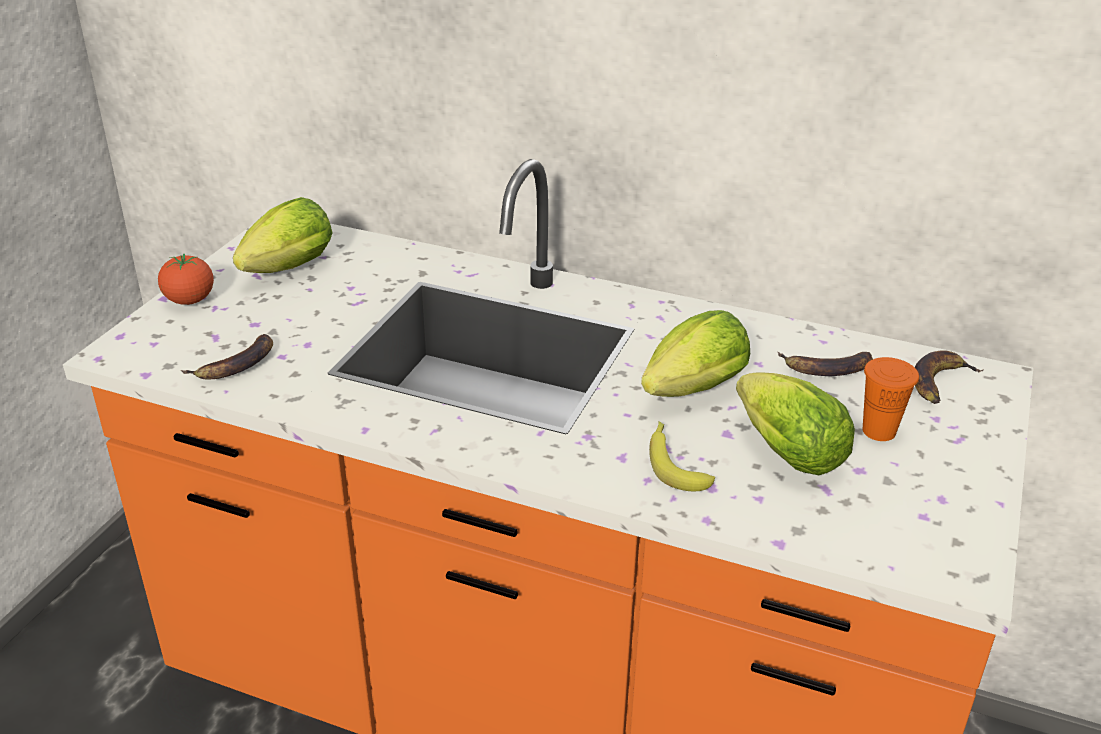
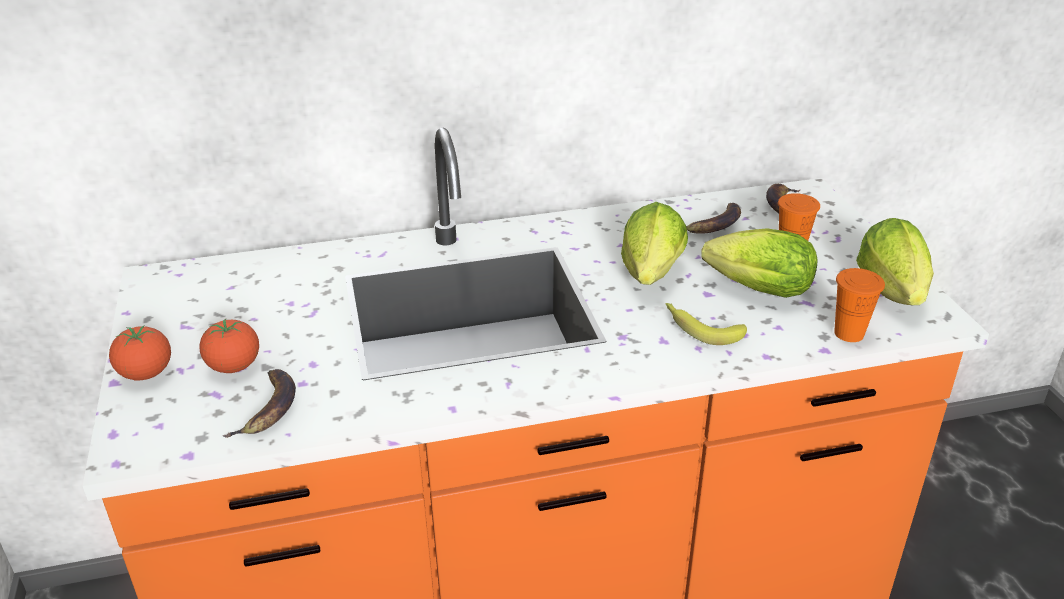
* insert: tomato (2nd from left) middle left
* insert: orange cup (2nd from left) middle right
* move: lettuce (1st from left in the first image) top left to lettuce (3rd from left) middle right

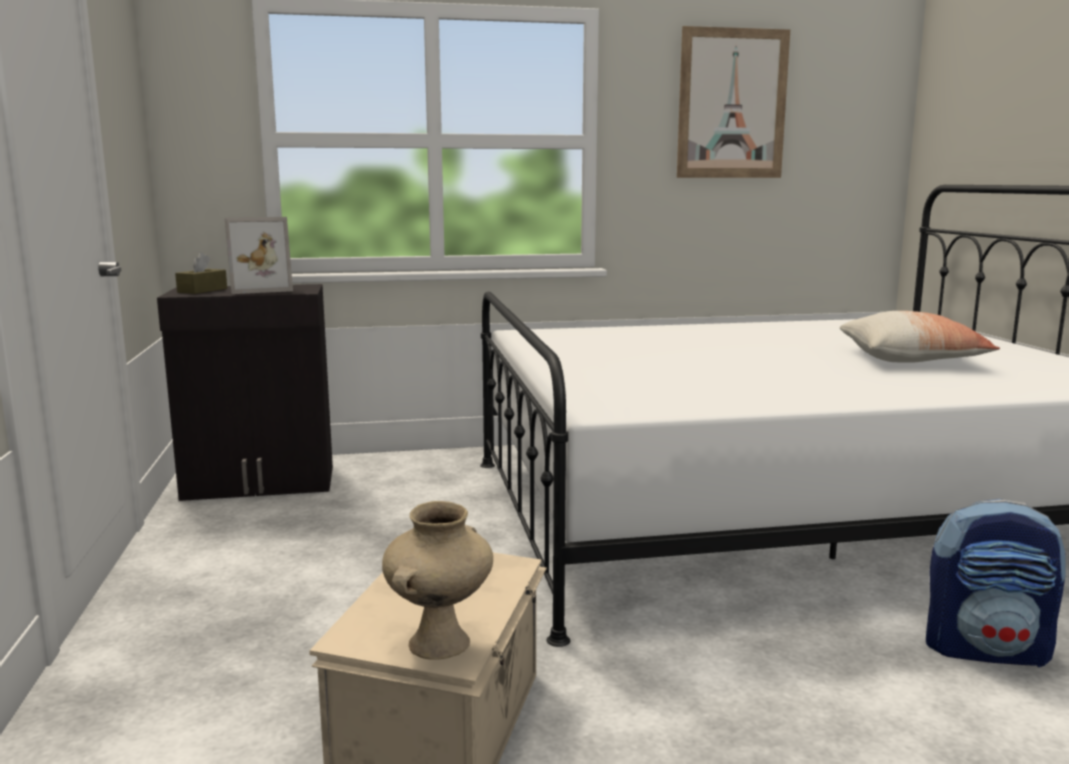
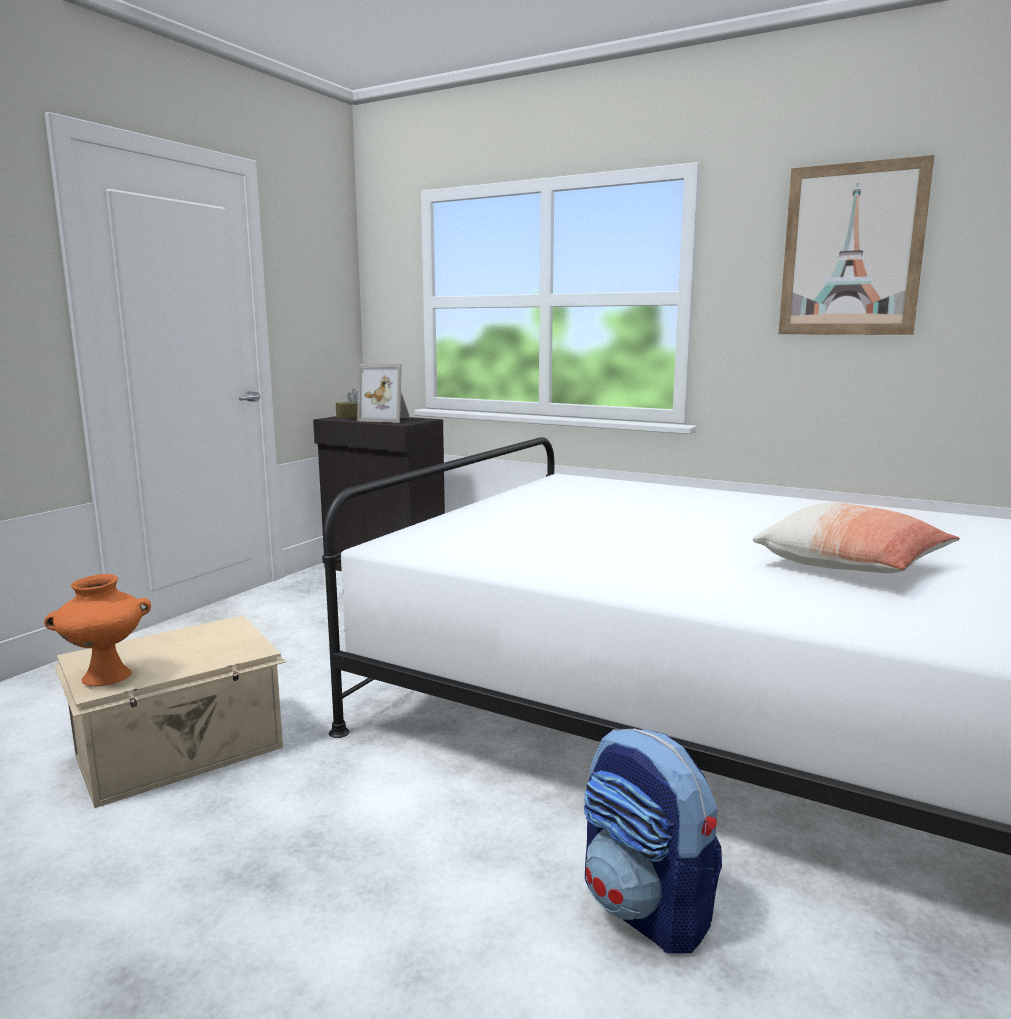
* recolor: beige vase bottom centre to orange vase middle left

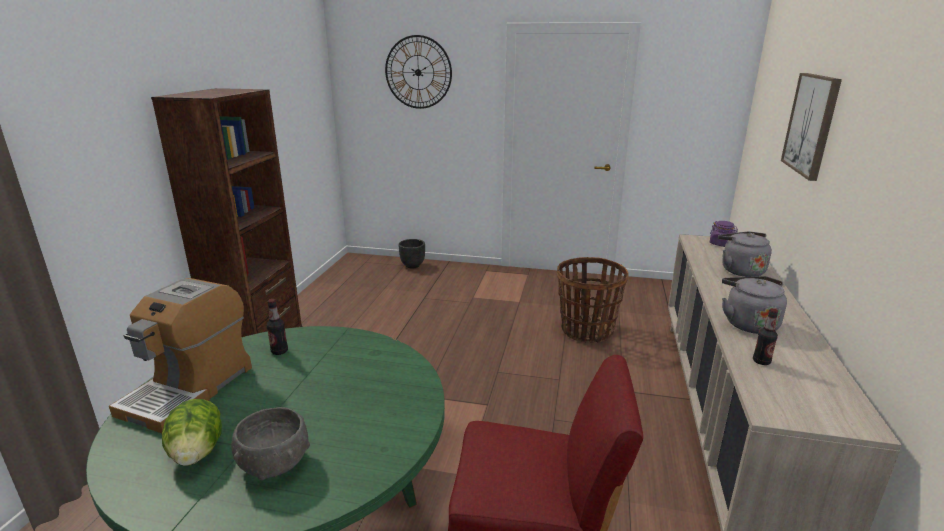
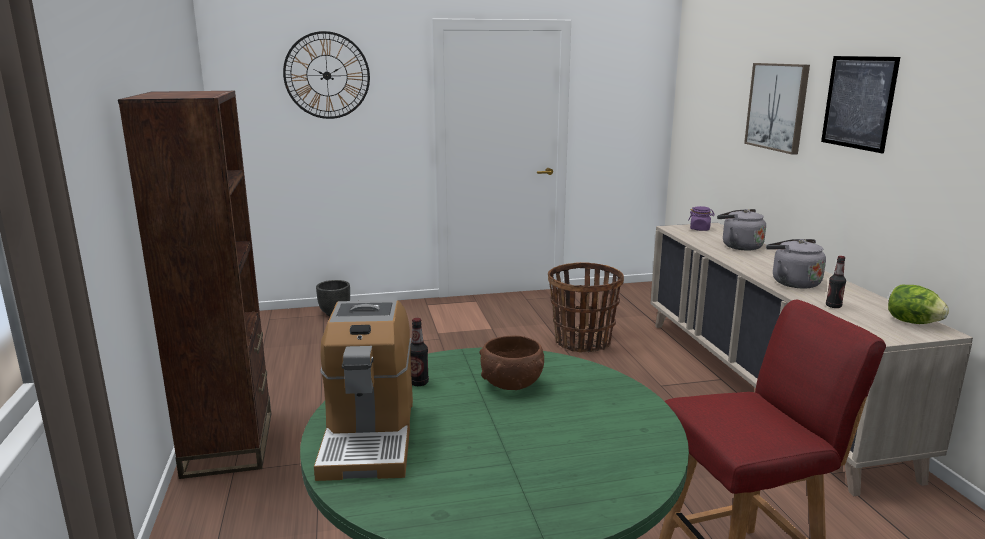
* delete: grey bowl bottom left
* insert: brown bowl bottom centre
* insert: picture (2nd from left) top right
* move: lettuce bottom left to middle right

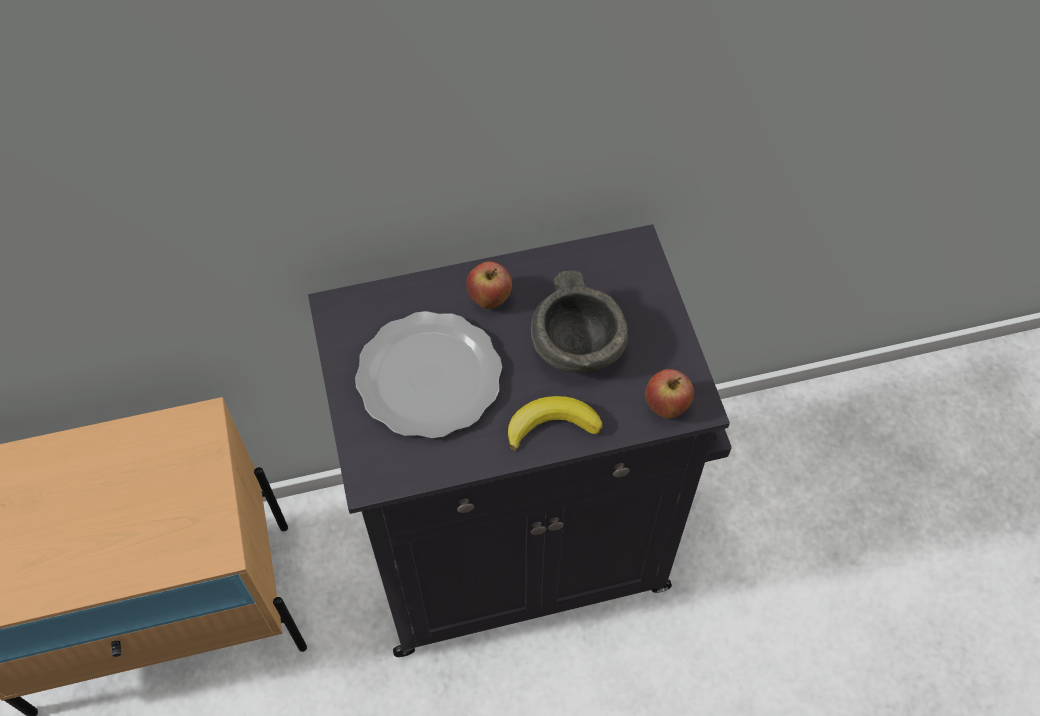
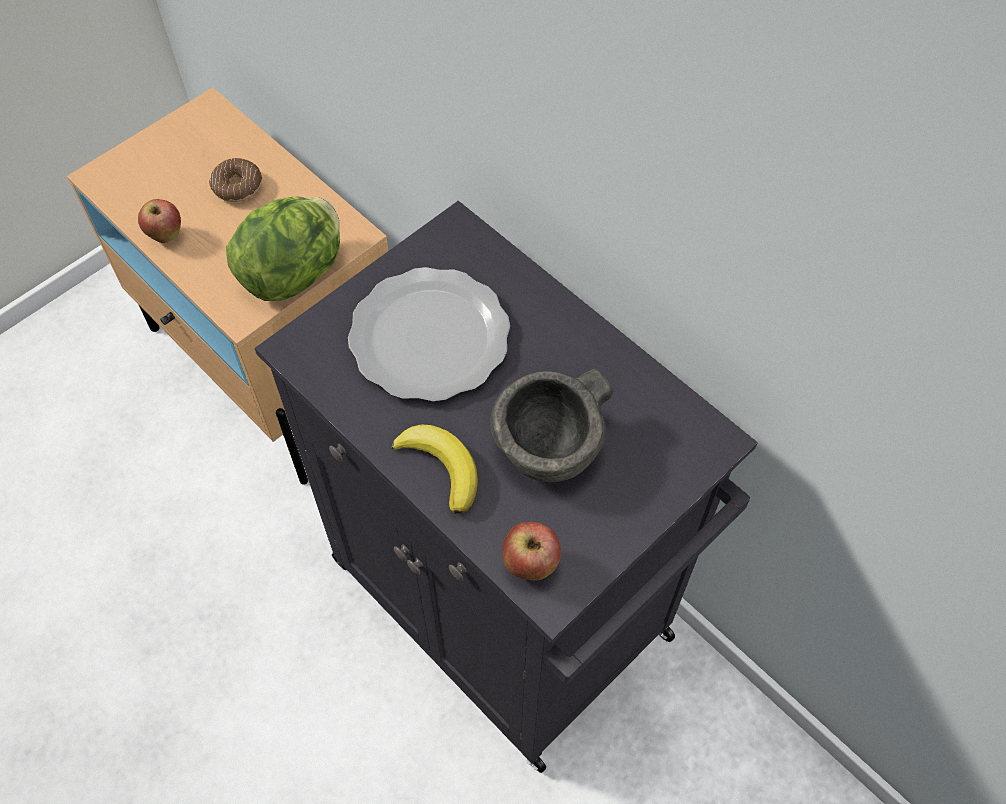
* insert: donut top left
* insert: lettuce top left
* move: apple (1st from left) centre to top left

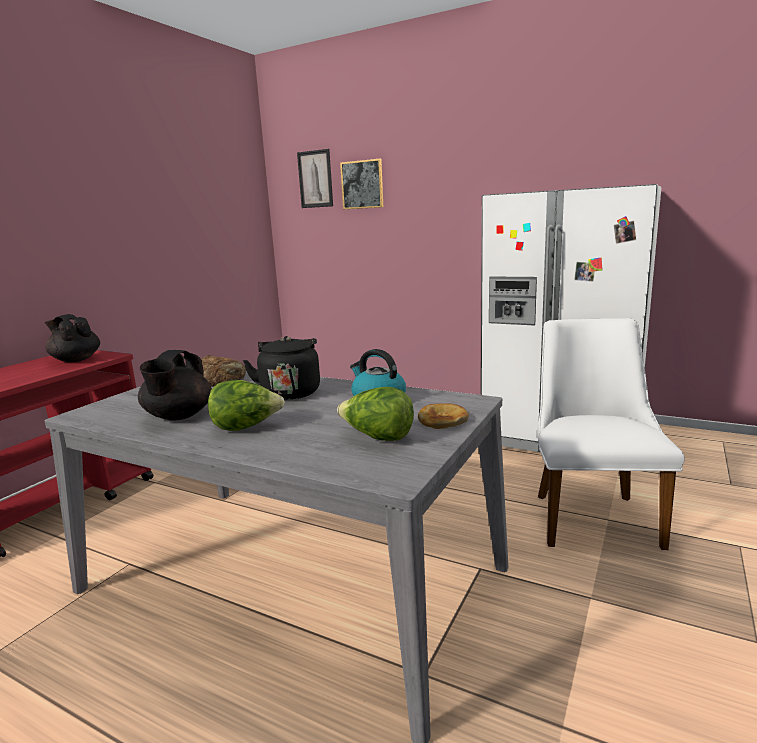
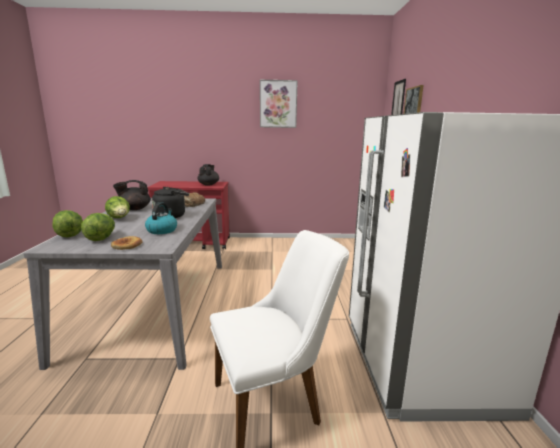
* insert: lettuce (1st from left) middle left
* insert: picture (1st from left) top centre

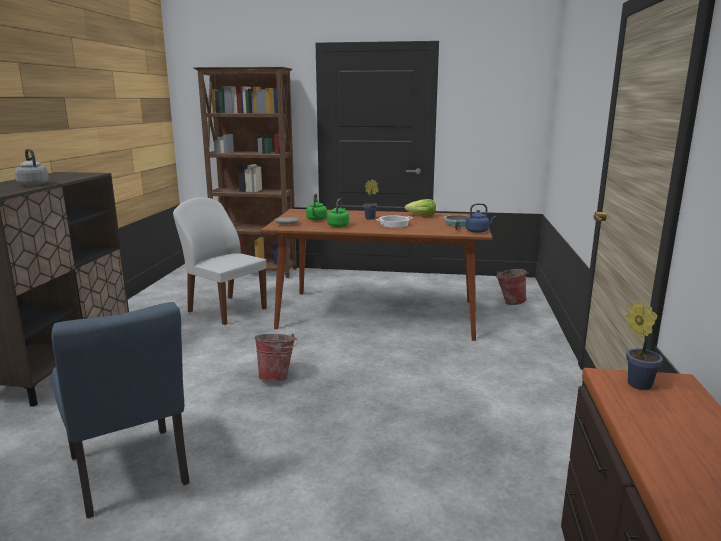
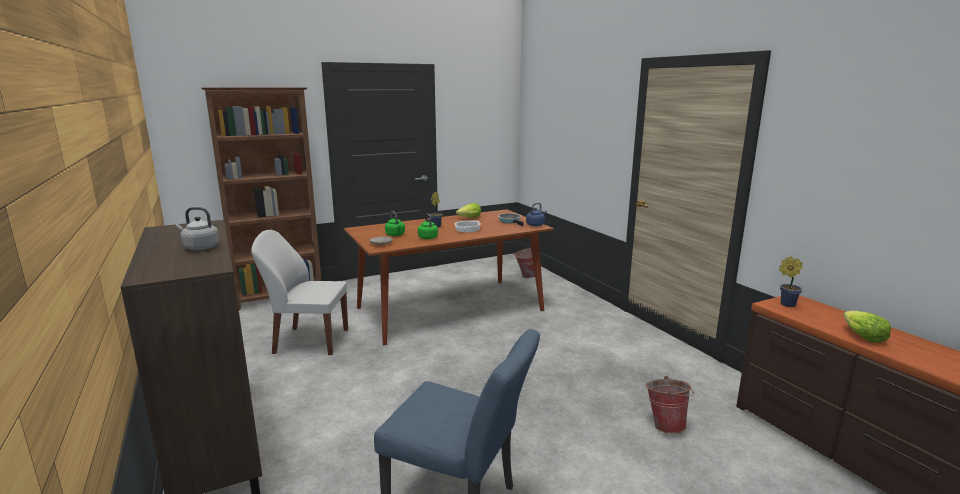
* insert: lettuce (2nd from left) middle right
* move: bucket (1st from left in the first image) centre to bucket (2nd from left) bottom right

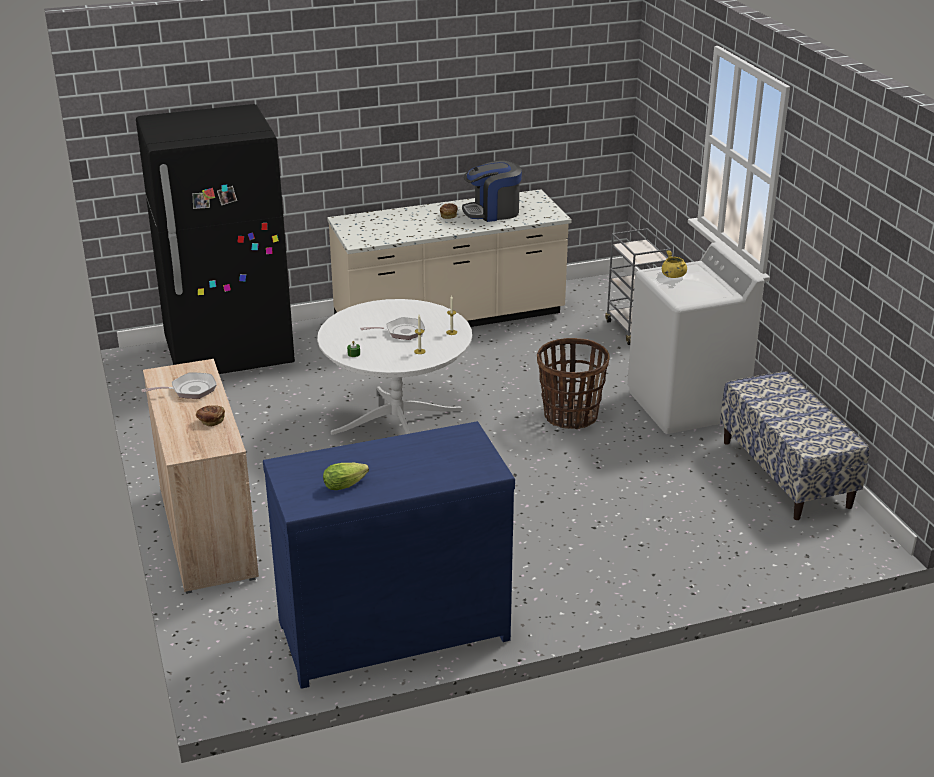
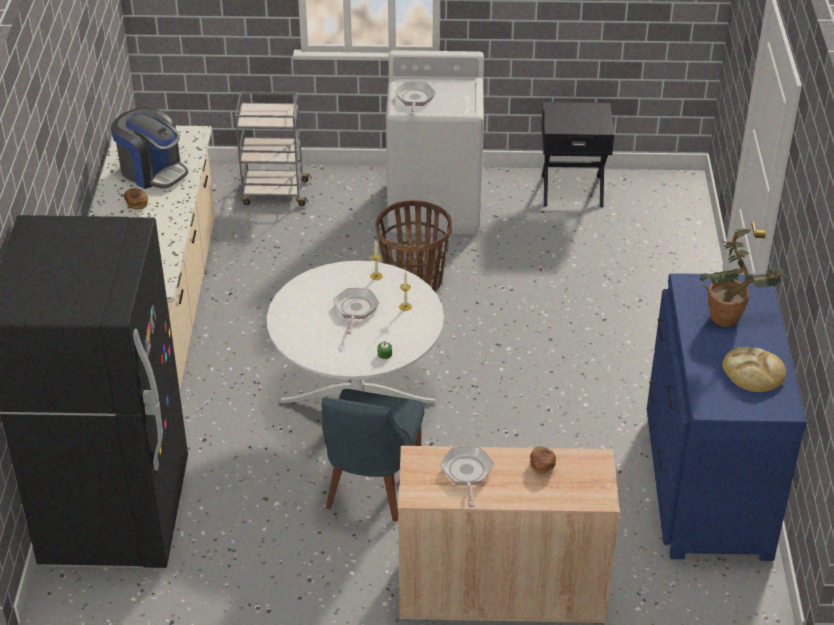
* insert: blue chair bottom centre
* insert: potted plant middle right
* replace: lettuce centre to bread (3rd from left) middle right
* replace: yellow cooking pot middle right to frying pan (2nd from left) top centre
* replace: bench middle right to black nightstand top right
* rotate: coffee machine top centre = top left 60 degrees counterclockwise

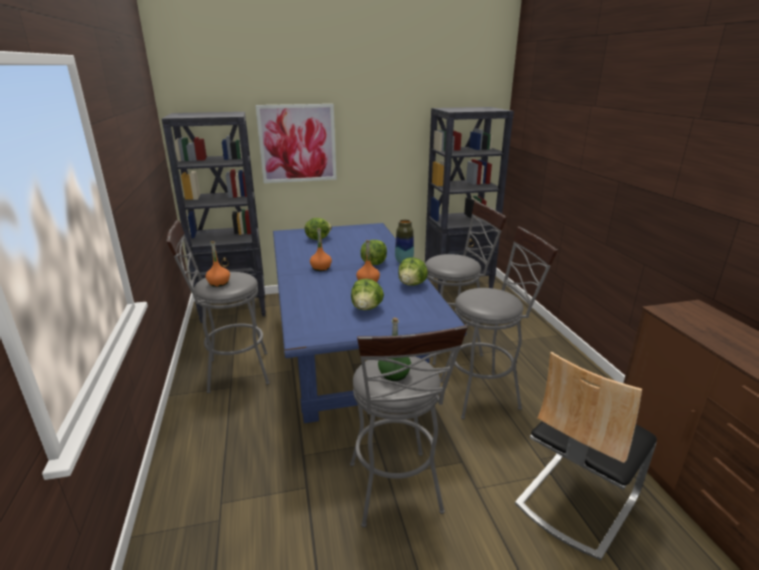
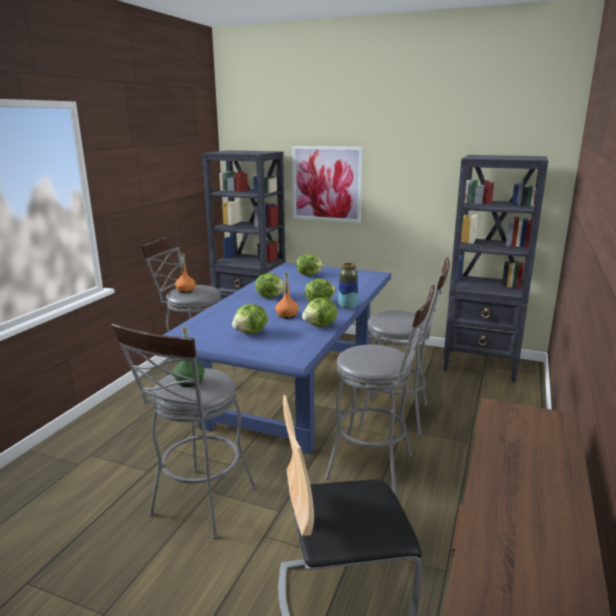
* replace: orange bottle (2nd from left) centre to lettuce (2nd from left) centre

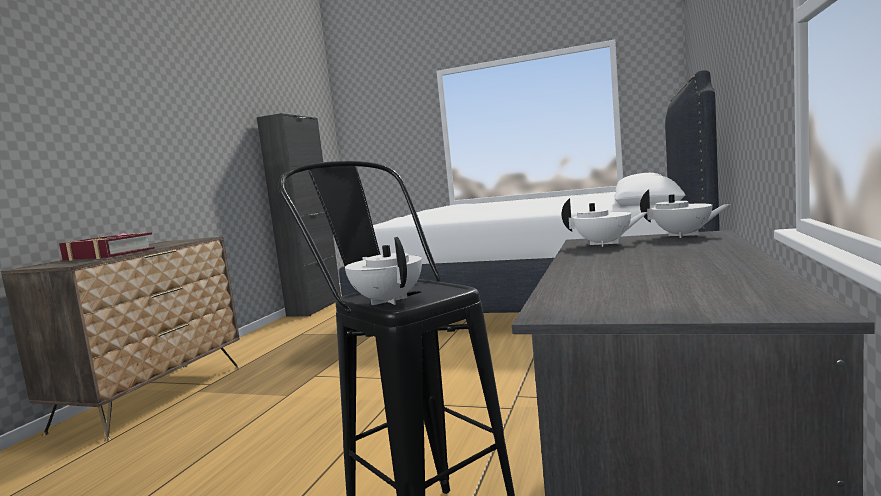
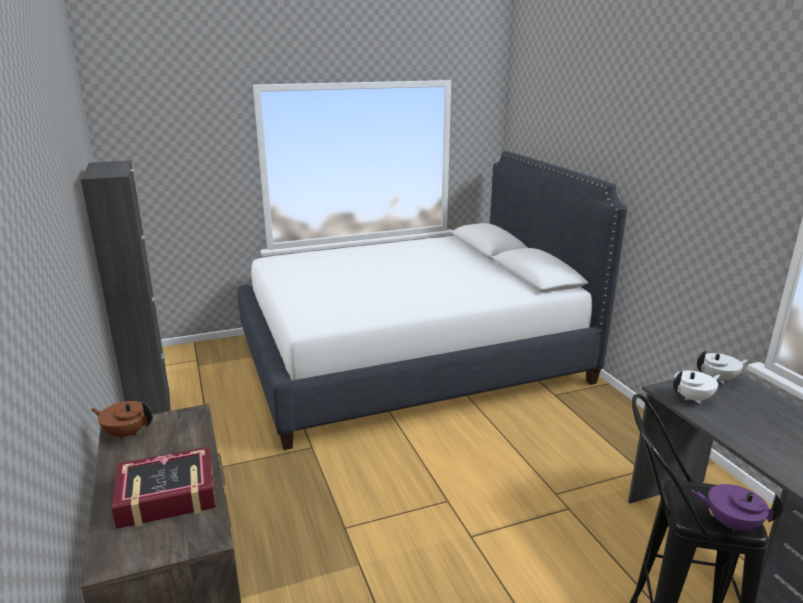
* insert: brown teapot bottom left
* recolor: white teapot (1st from left) centre to purple teapot bottom right

